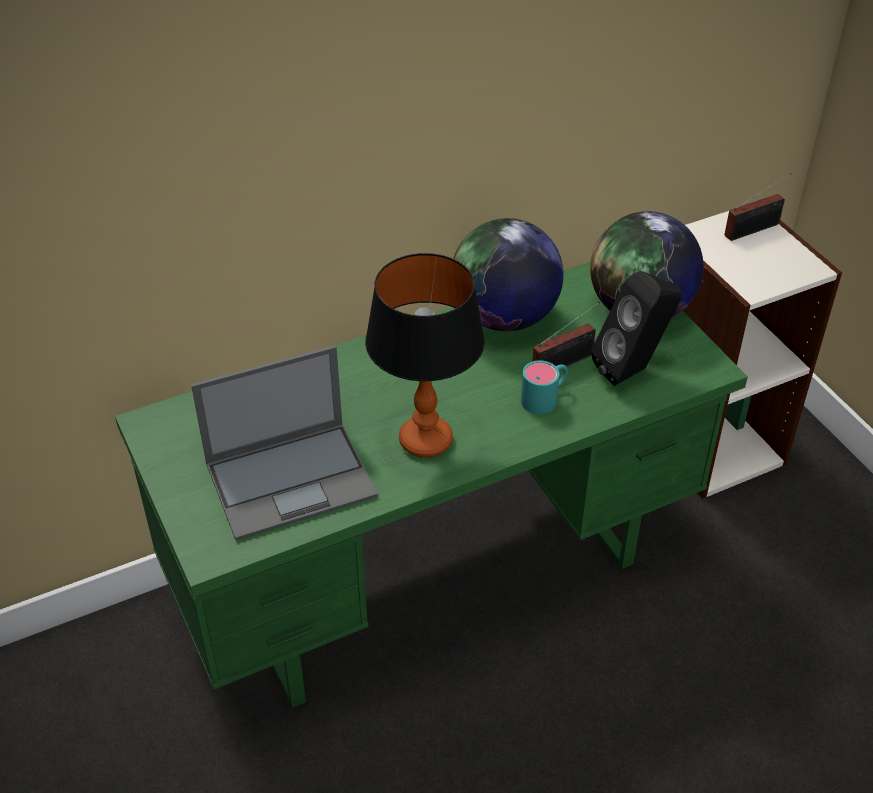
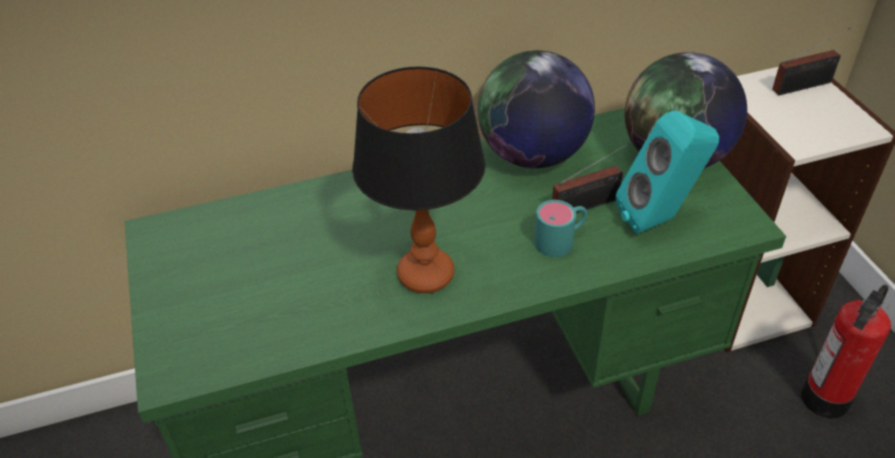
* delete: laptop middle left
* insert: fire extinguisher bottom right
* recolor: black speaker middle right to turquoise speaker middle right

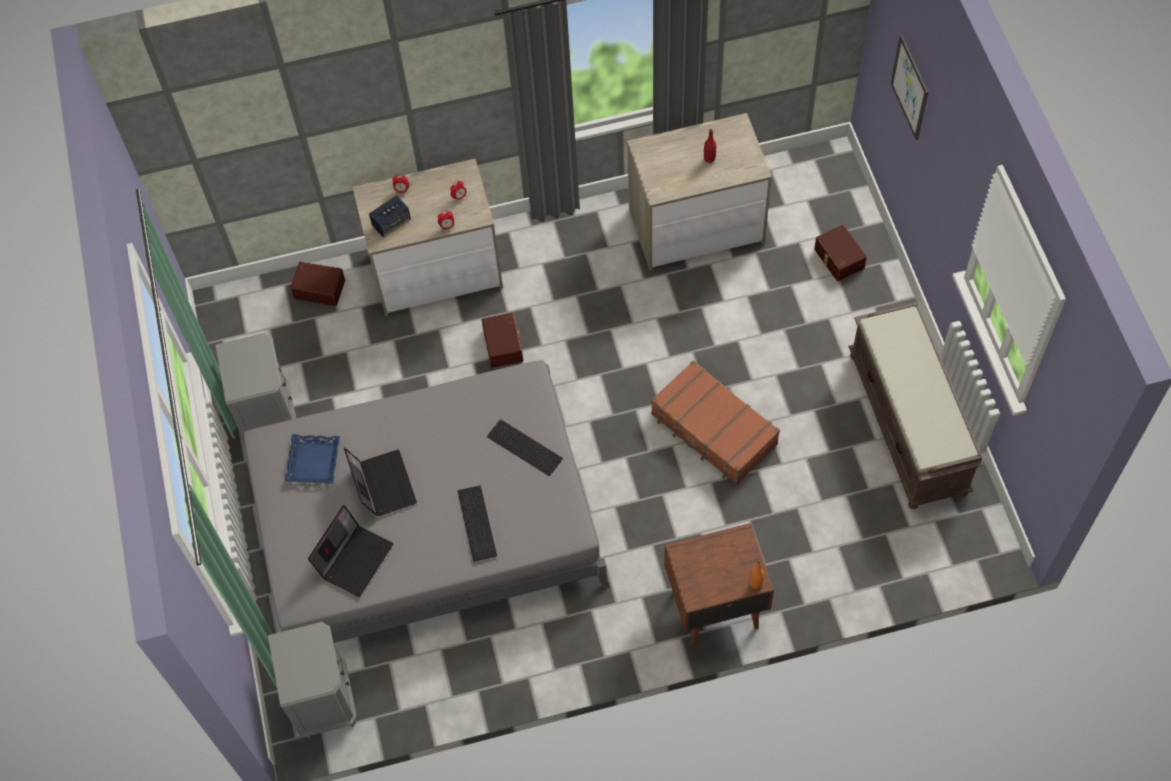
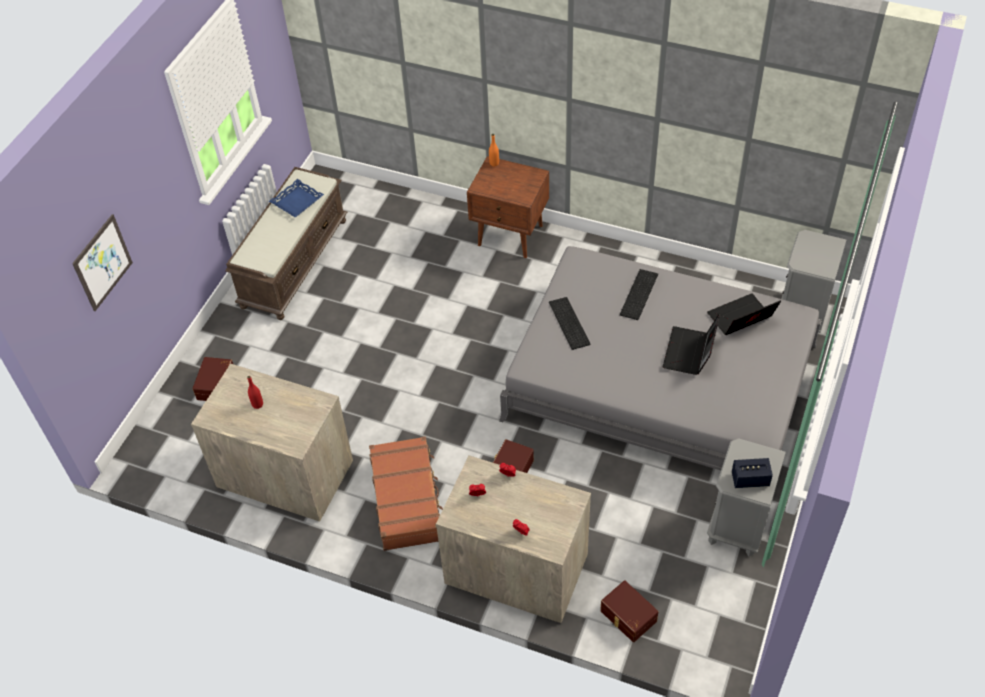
* move: blue tray middle left to top left
* move: speaker top left to bottom right
* move: brown suitcase centre to bottom centre

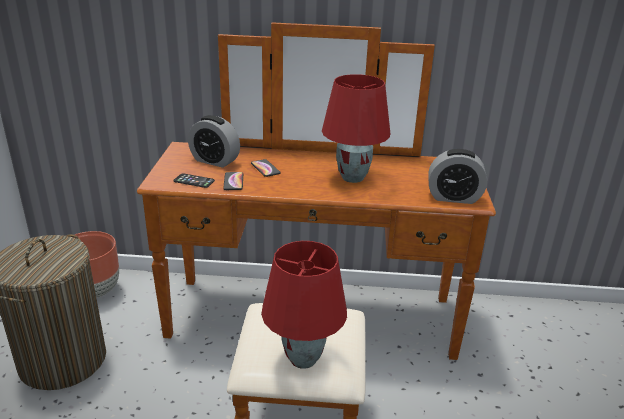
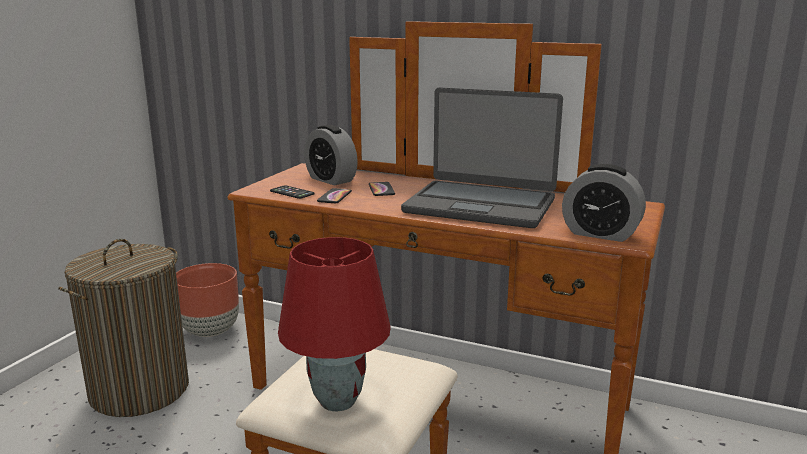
* replace: red table lamp (2nd from left) top centre to laptop centre

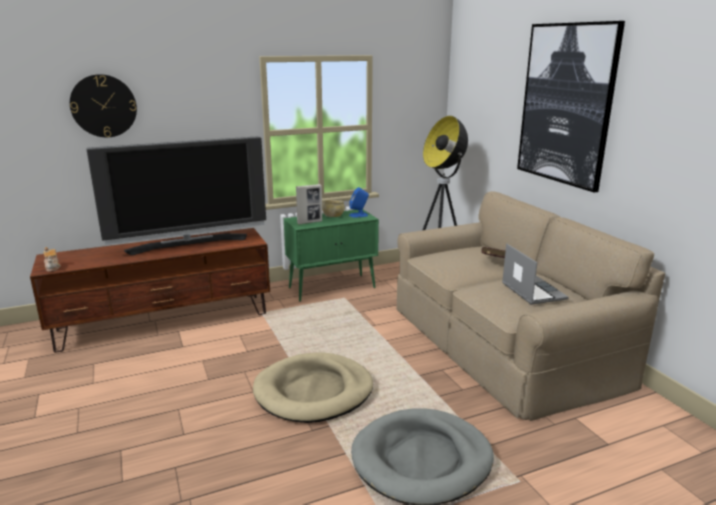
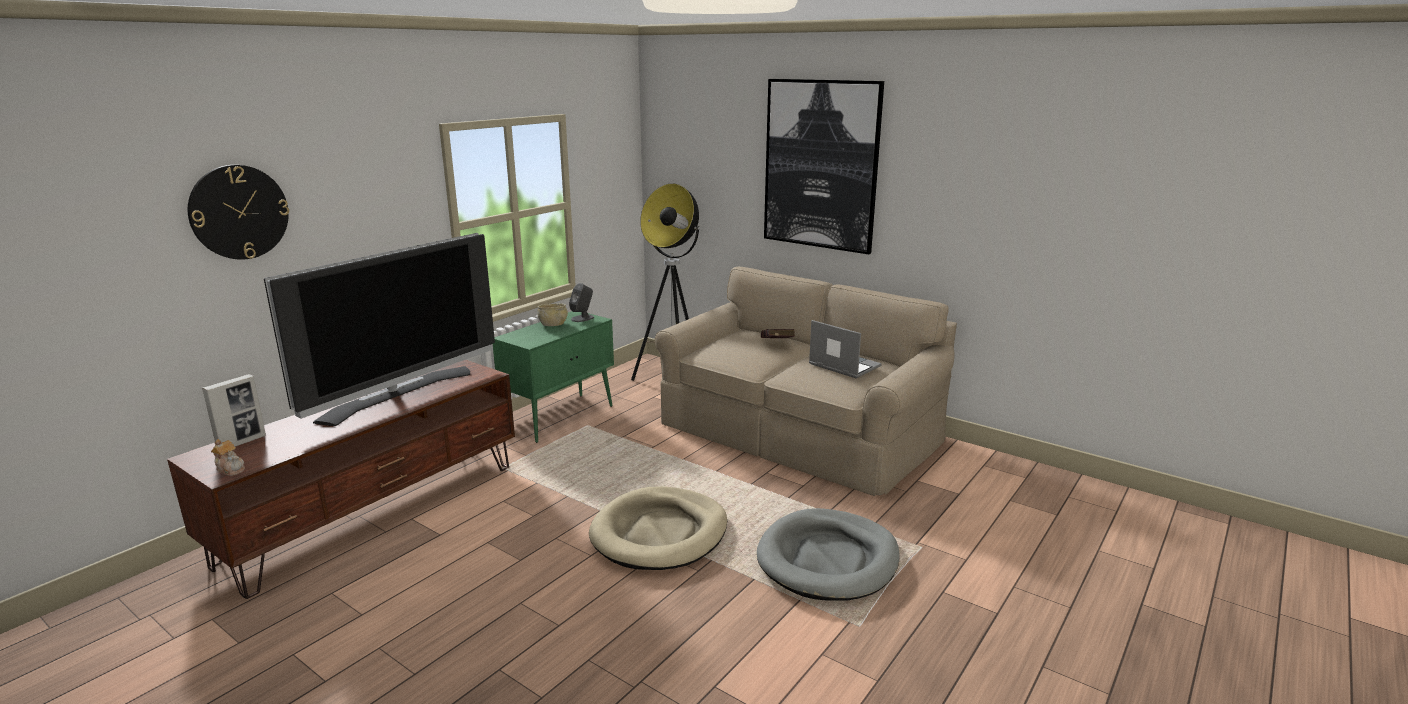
* move: picture frame centre to middle left
* recolor: blue speaker centre to grey speaker centre

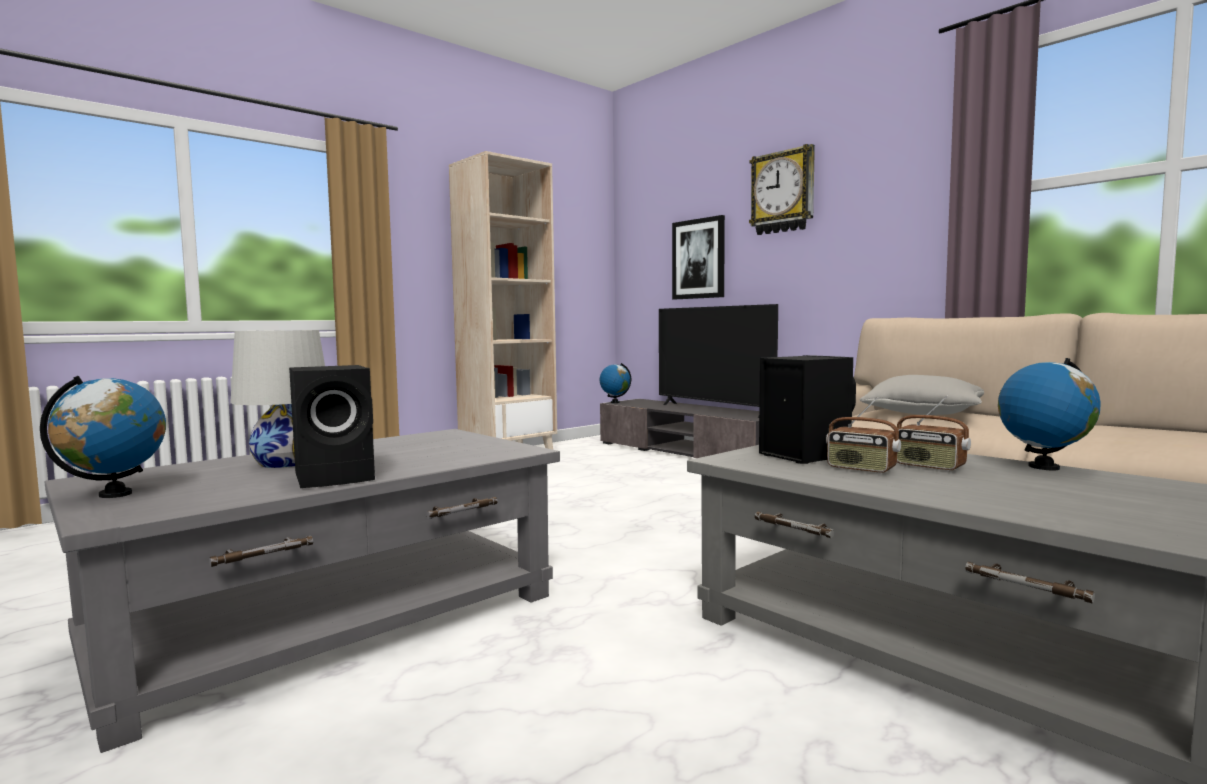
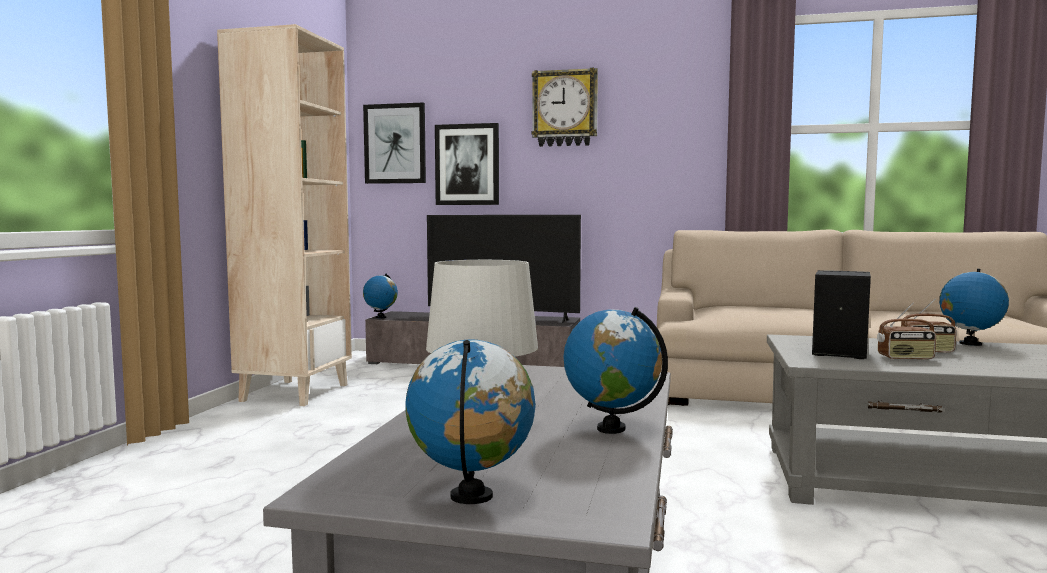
* delete: grey pillow middle right
* insert: picture (1st from left) top centre
* replace: black speaker (1st from left) middle left to globe (3rd from left) centre

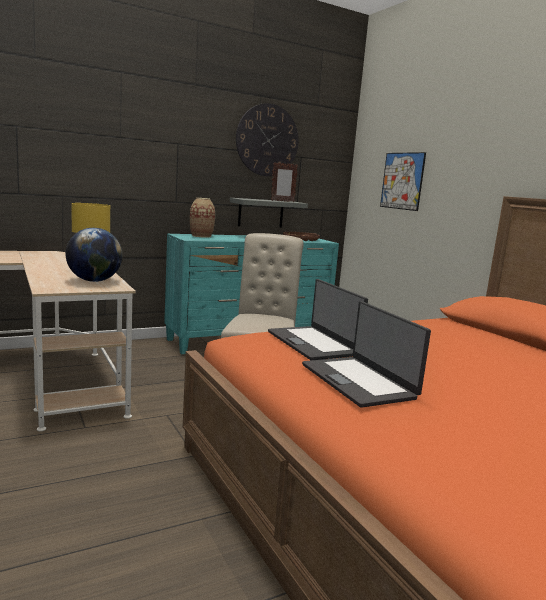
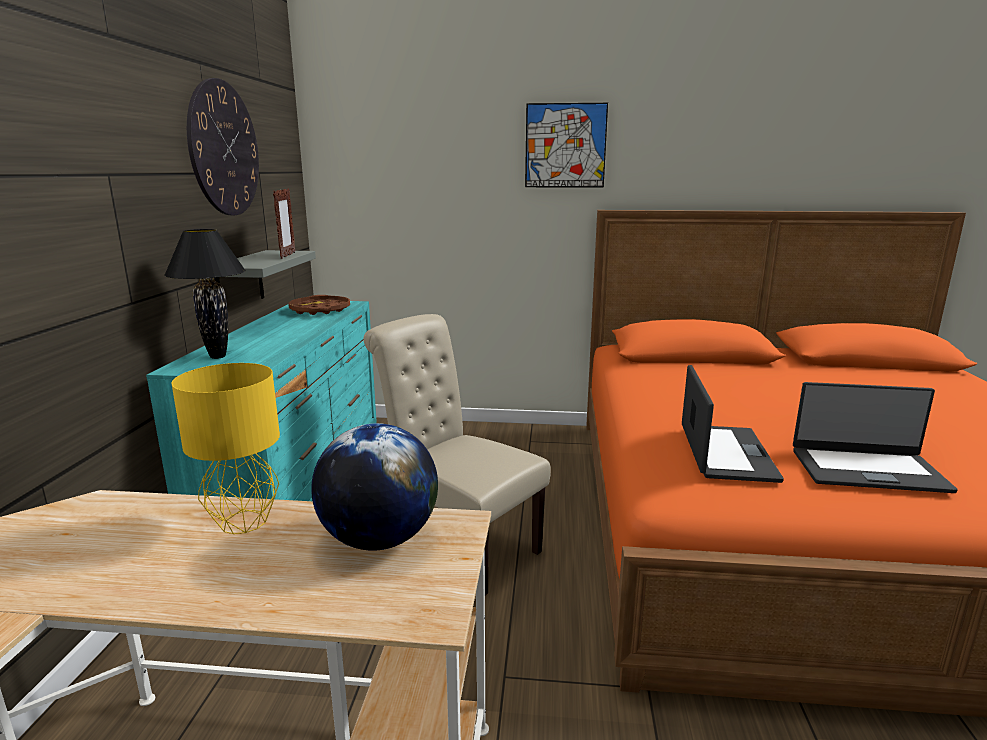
* move: picture top right to top centre
* replace: vase centre to black table lamp middle left
* rotate: laptop (1st from left) centre = middle right 90 degrees counterclockwise

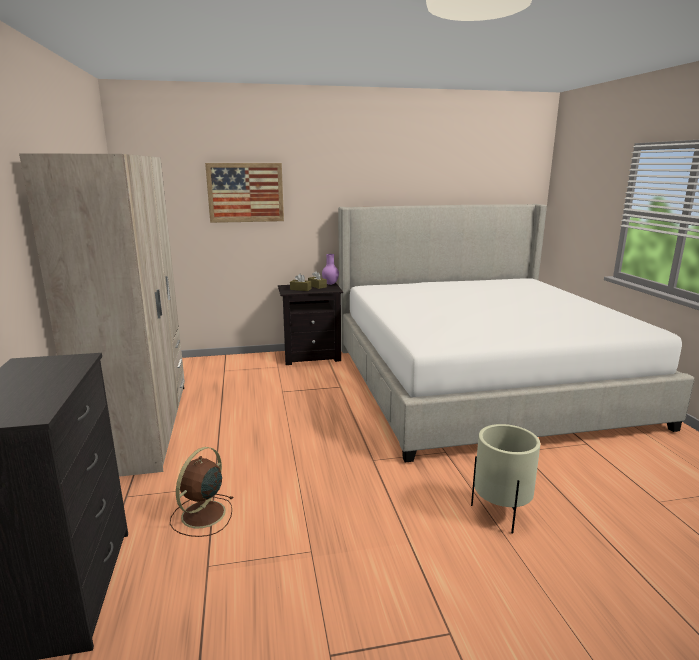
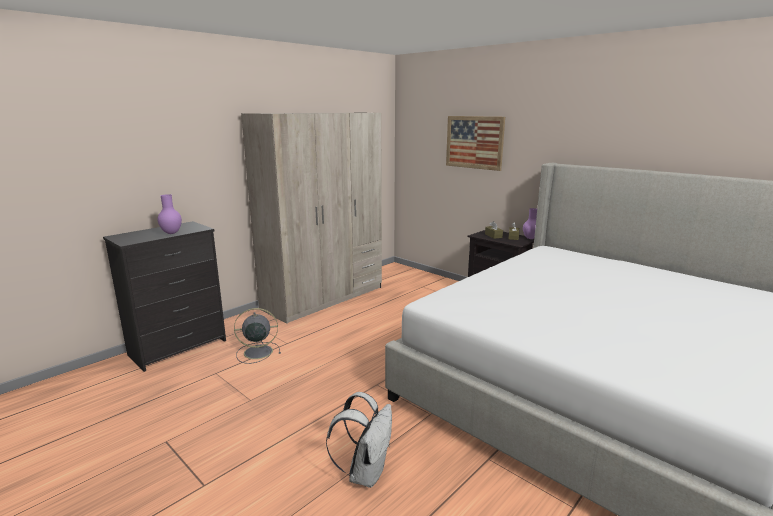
* insert: purple vase (1st from left) middle left
* replace: beige planter bottom right to white backpack bottom centre
* recolor: brown fan bottom left to grey fan middle left

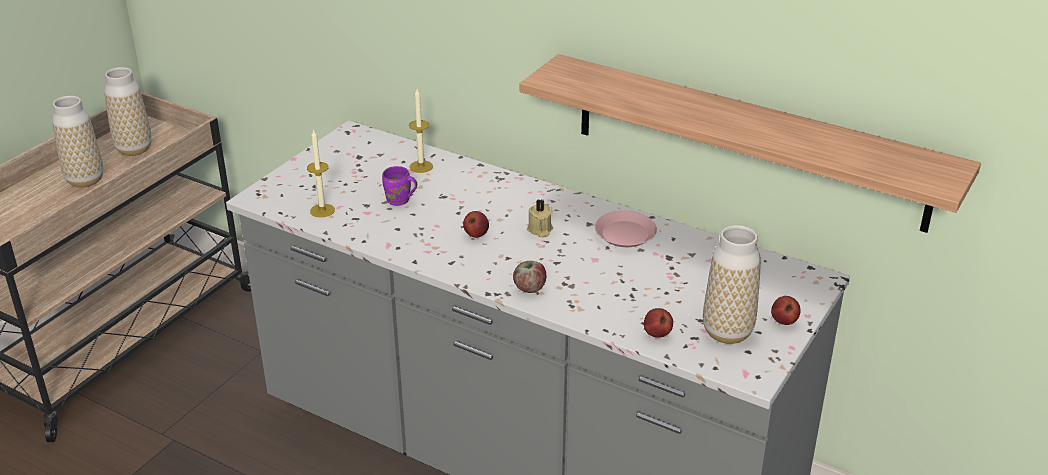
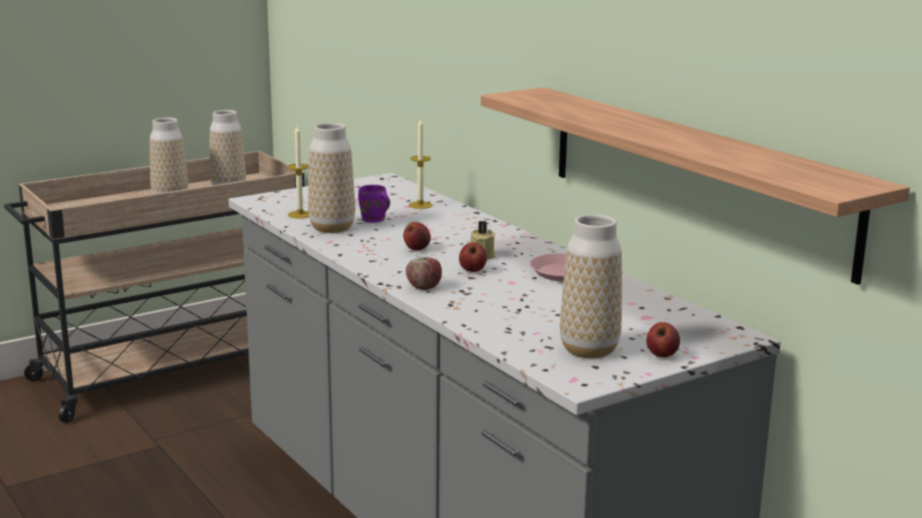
* insert: vase (3rd from left) centre
* move: apple (3rd from left) bottom centre to centre

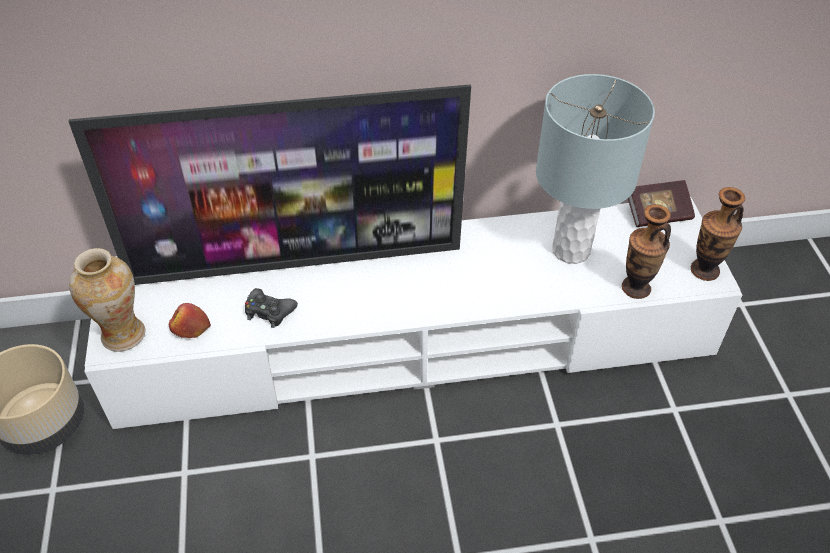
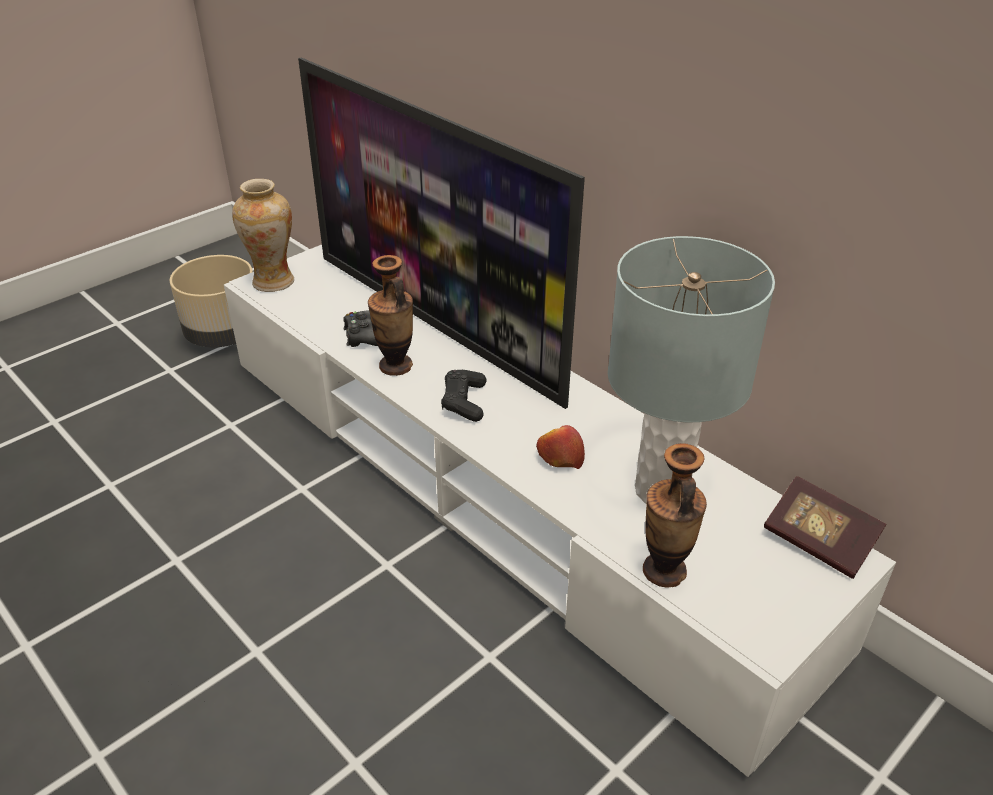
* insert: black game controller (2nd from left) centre
* move: apple middle left to centre
* move: vase (3rd from left in the first image) middle right to vase (2nd from left) centre

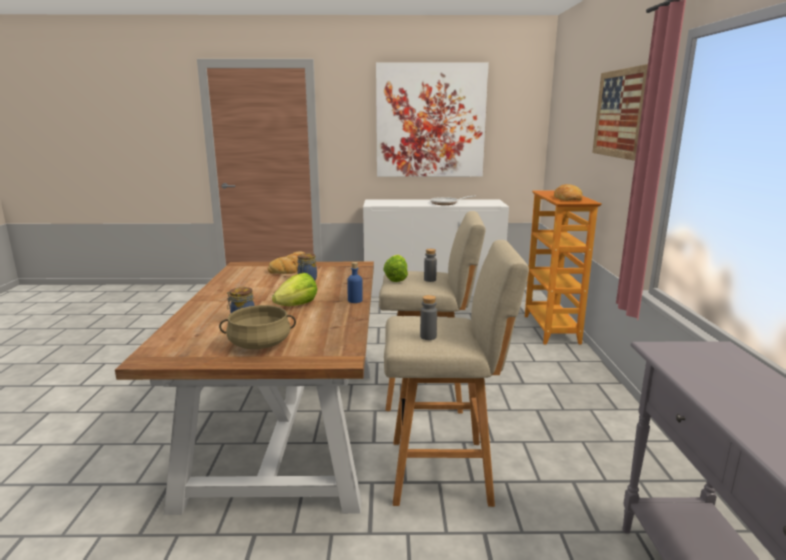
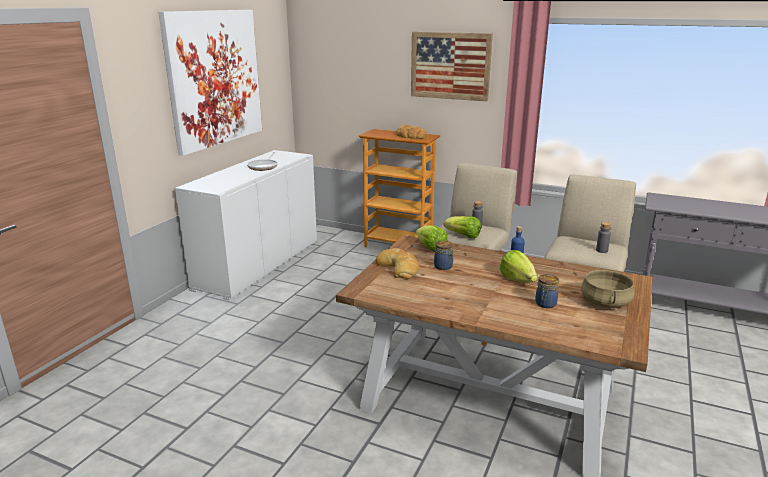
* insert: lettuce (1st from left) centre

